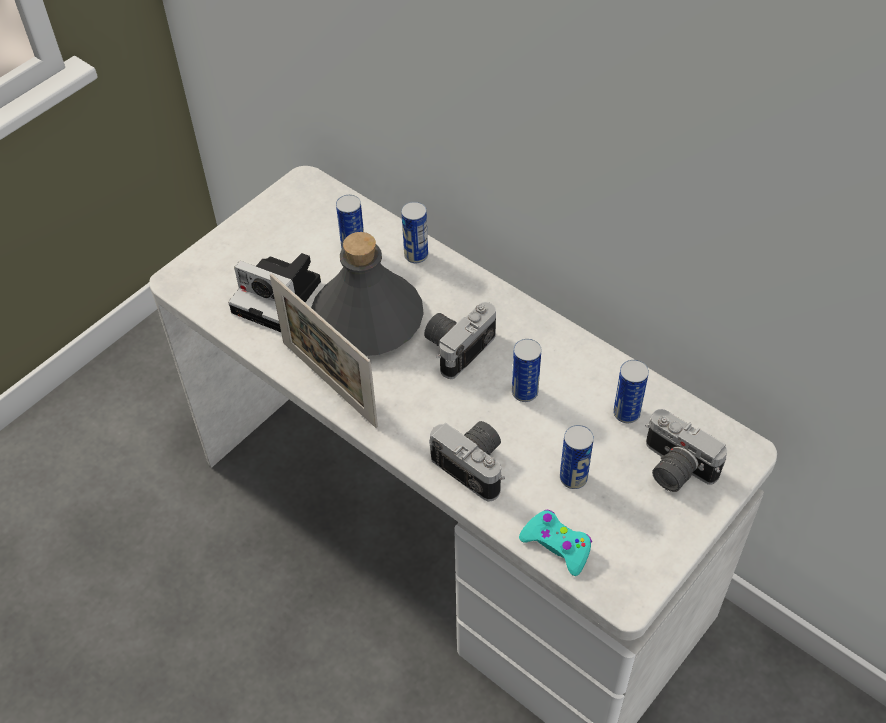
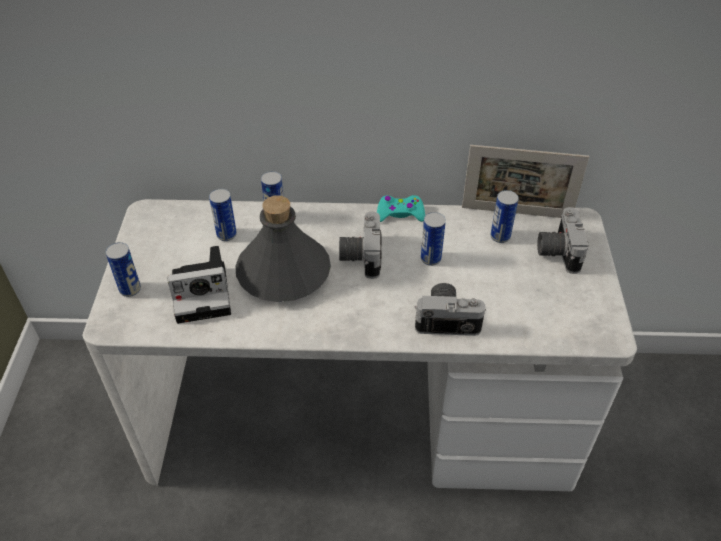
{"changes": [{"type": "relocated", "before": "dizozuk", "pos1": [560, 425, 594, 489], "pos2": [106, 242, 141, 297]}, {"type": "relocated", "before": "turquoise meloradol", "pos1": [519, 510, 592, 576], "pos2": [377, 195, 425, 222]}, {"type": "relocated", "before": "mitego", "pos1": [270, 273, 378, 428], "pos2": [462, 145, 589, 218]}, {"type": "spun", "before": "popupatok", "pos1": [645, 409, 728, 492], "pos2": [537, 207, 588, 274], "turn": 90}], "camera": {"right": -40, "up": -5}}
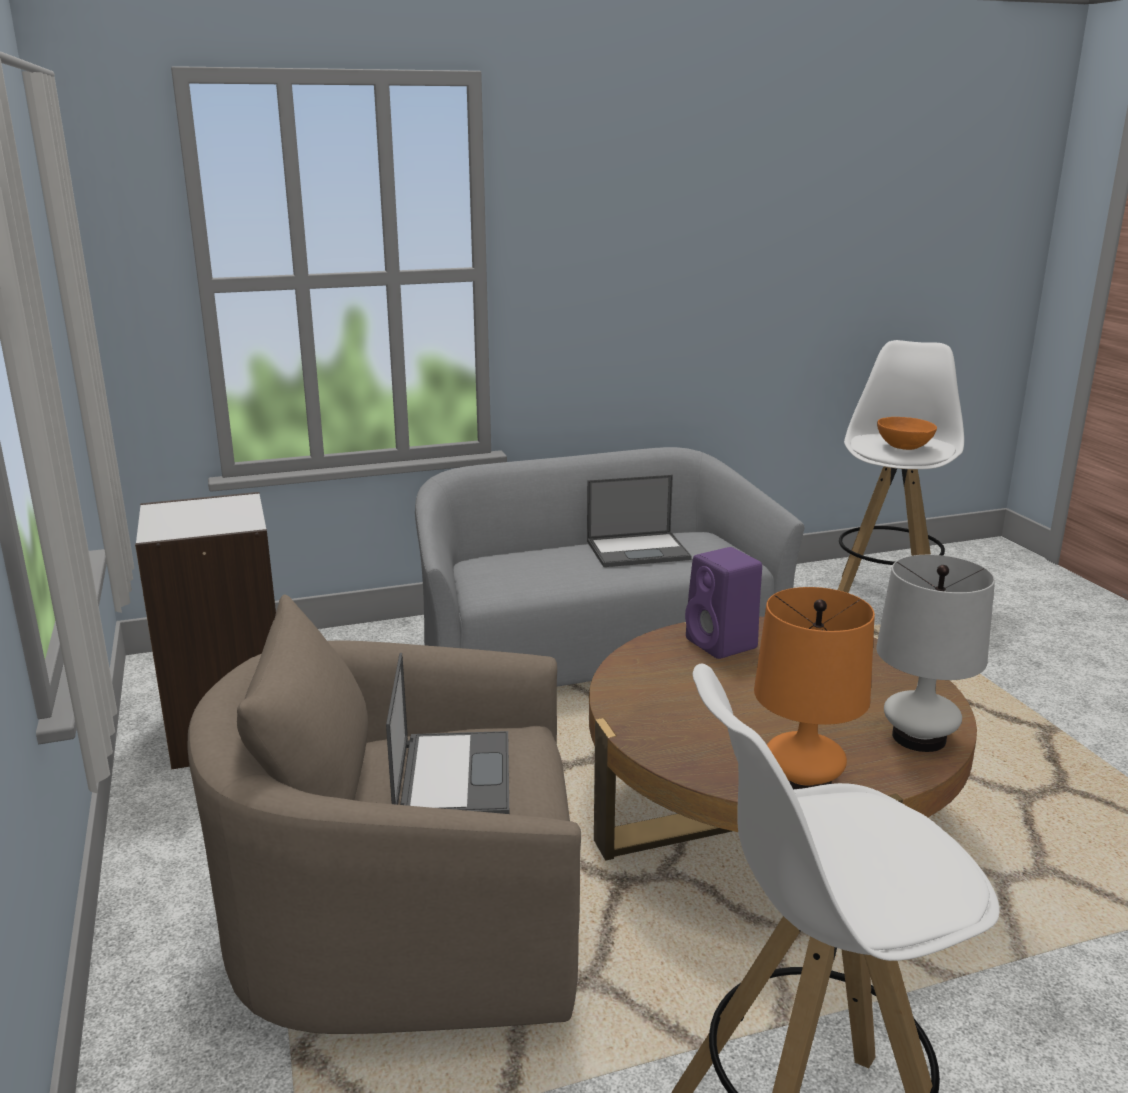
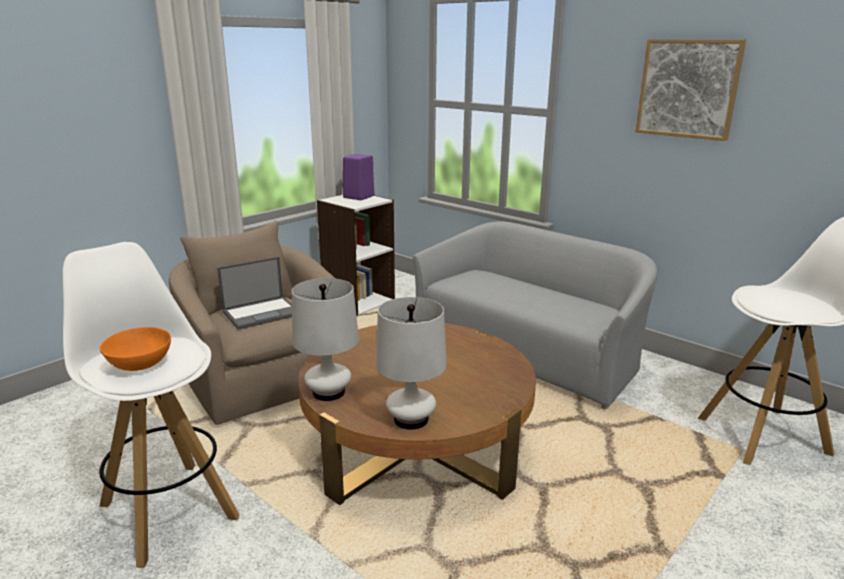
{"changes": [{"type": "relocated", "before": "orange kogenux", "pos1": [877, 417, 937, 450], "pos2": [100, 327, 171, 371]}, {"type": "colour", "before": "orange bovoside", "after": "white bovoside", "pos1": [754, 587, 875, 789], "pos2": [292, 278, 359, 401]}, {"type": "relocated", "before": "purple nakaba", "pos1": [685, 547, 762, 659], "pos2": [342, 154, 374, 200]}, {"type": "appeared", "after": "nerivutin", "pos2": [635, 39, 746, 141]}, {"type": "missing", "before": "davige", "pos1": [587, 474, 692, 567]}], "camera": {"right": 60, "up": 0}}
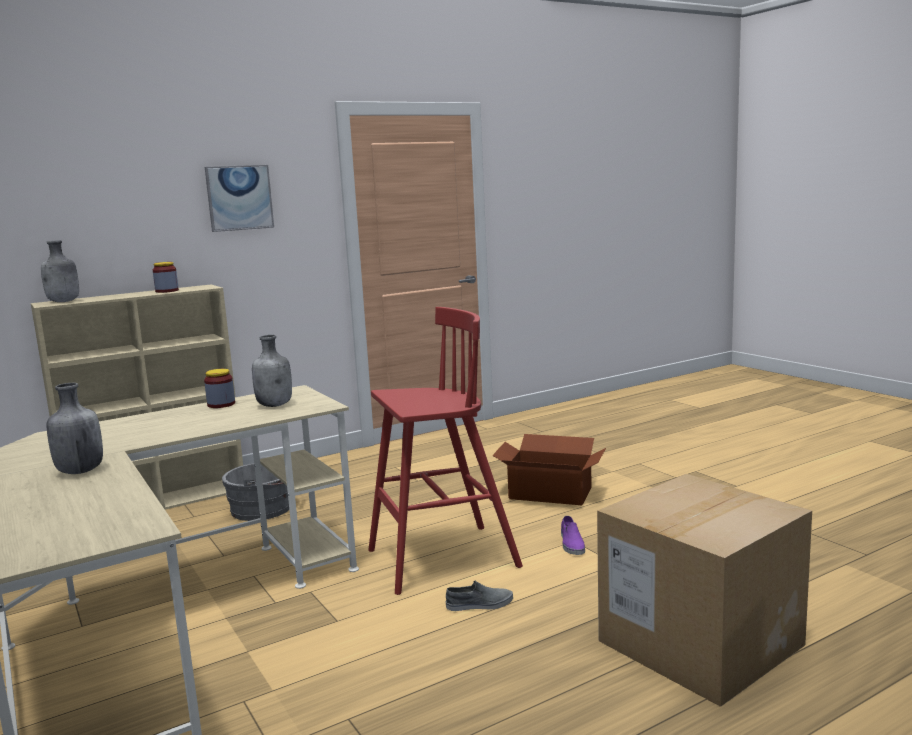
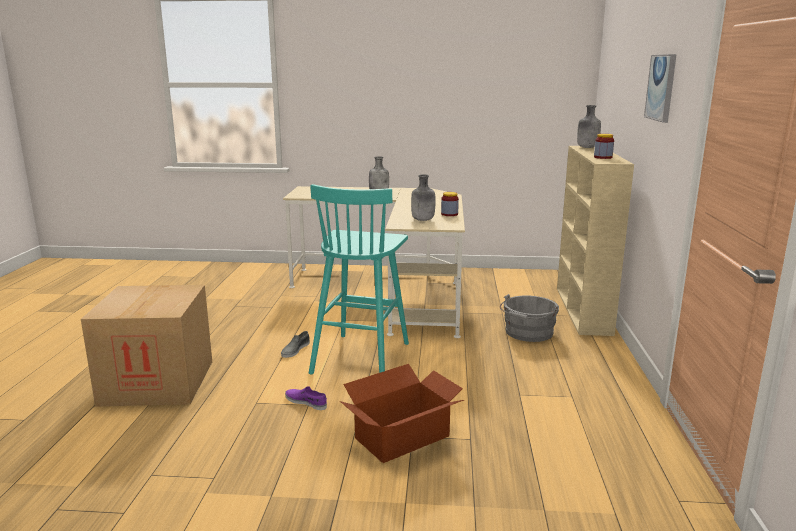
{"changes": [{"type": "colour", "before": "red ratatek", "after": "turquoise ratatek", "pos1": [368, 307, 523, 595], "pos2": [309, 184, 409, 374]}], "camera": {"right": 125, "up": 5}}
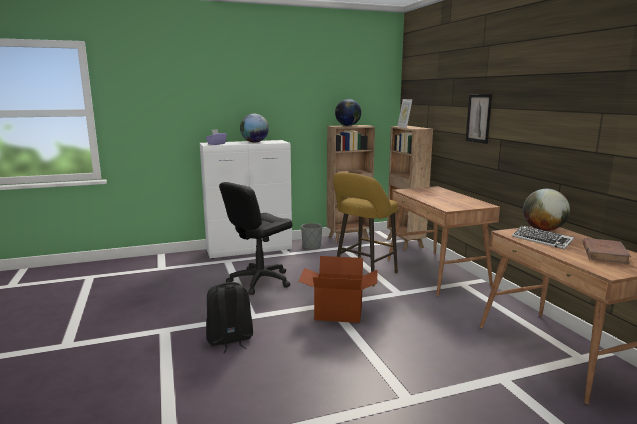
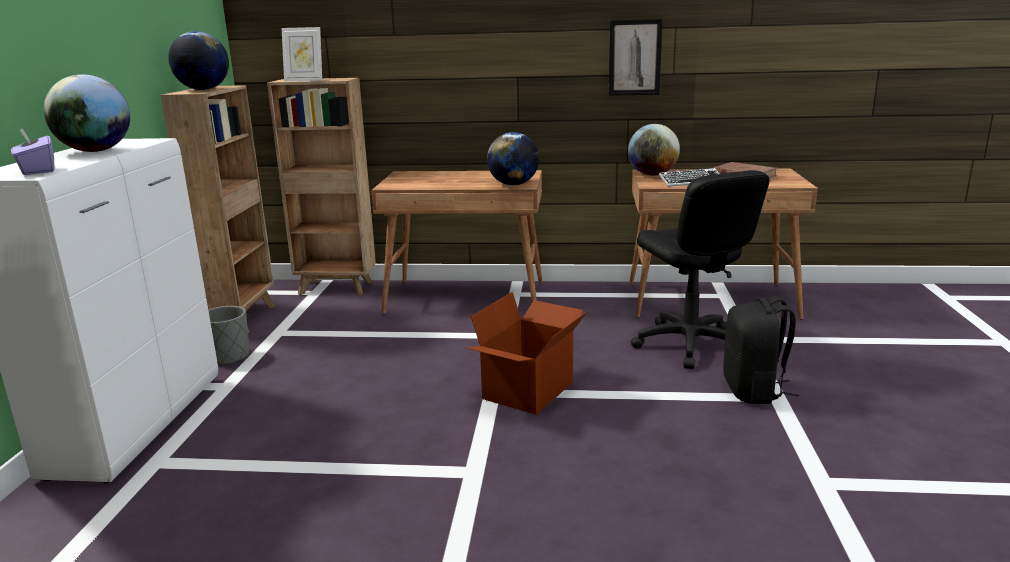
{"changes": [{"type": "appeared", "after": "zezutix", "pos2": [487, 132, 539, 185]}, {"type": "relocated", "before": "nerivutin", "pos1": [466, 94, 492, 144], "pos2": [609, 19, 663, 96]}, {"type": "relocated", "before": "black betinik", "pos1": [219, 182, 293, 295], "pos2": [631, 170, 770, 369]}, {"type": "relocated", "before": "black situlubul", "pos1": [206, 282, 253, 354], "pos2": [723, 296, 799, 404]}, {"type": "missing", "before": "yellow ratatek", "pos1": [333, 172, 398, 287]}], "camera": {"right": -65, "up": 5}}
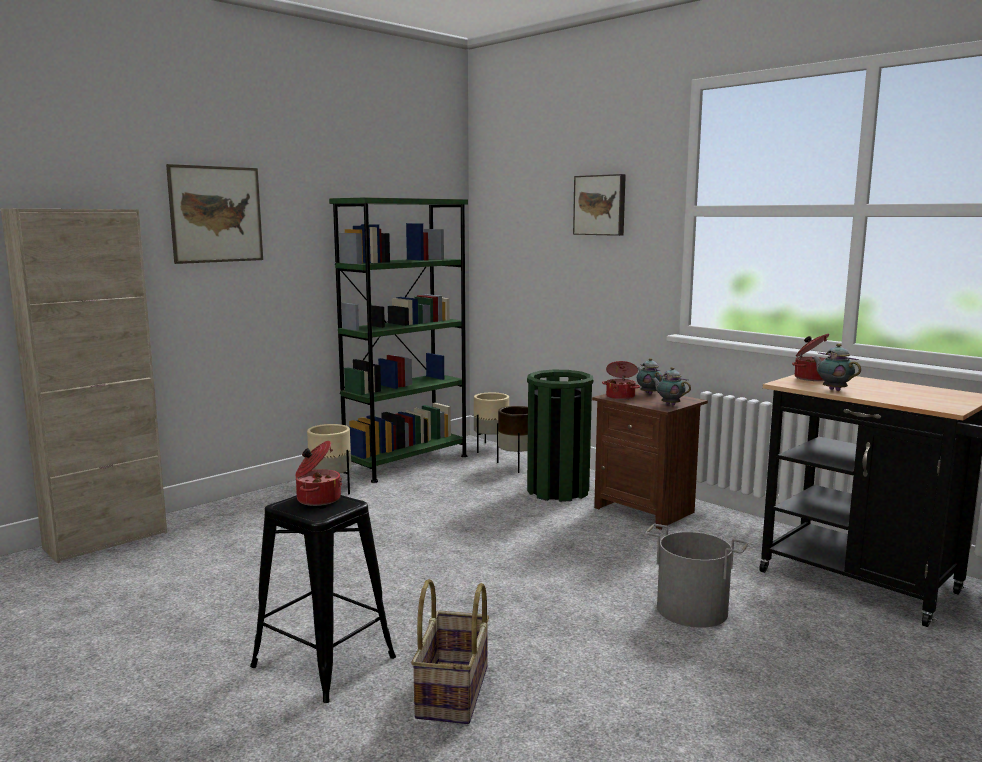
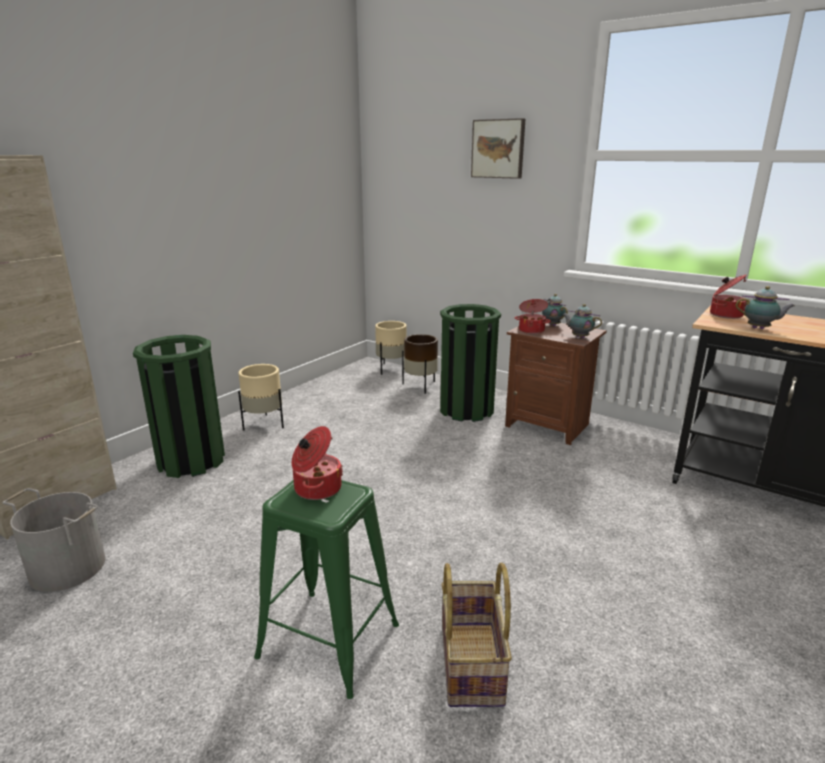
{"changes": [{"type": "relocated", "before": "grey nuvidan", "pos1": [645, 524, 748, 628], "pos2": [2, 488, 105, 592]}, {"type": "appeared", "after": "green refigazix", "pos2": [133, 335, 225, 478]}, {"type": "colour", "before": "black ratatek", "after": "green ratatek", "pos1": [250, 495, 396, 703], "pos2": [254, 479, 399, 699]}, {"type": "spun", "before": "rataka", "pos1": [812, 343, 861, 391], "pos2": [736, 286, 795, 329], "turn": 150}, {"type": "missing", "before": "nerivutin", "pos1": [166, 164, 263, 264]}, {"type": "missing", "before": "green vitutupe", "pos1": [329, 197, 468, 483]}], "camera": {"right": -10, "up": 10}}
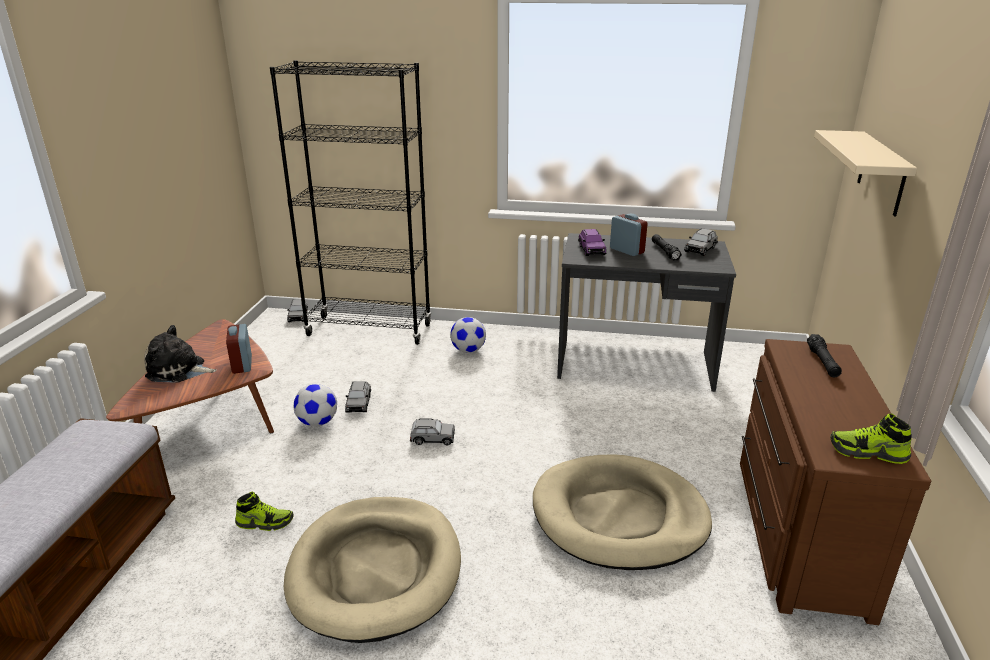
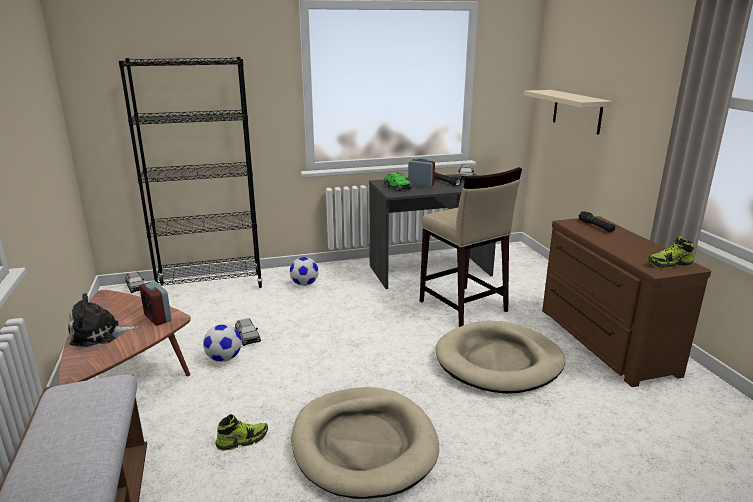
{"changes": [{"type": "colour", "before": "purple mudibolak", "after": "green mudibolak", "pos1": [578, 229, 606, 256], "pos2": [384, 172, 412, 191]}, {"type": "appeared", "after": "beige ratatek", "pos2": [420, 167, 522, 327]}, {"type": "missing", "before": "grey mudibolak", "pos1": [410, 418, 455, 445]}], "camera": {"right": -25, "up": -5}}
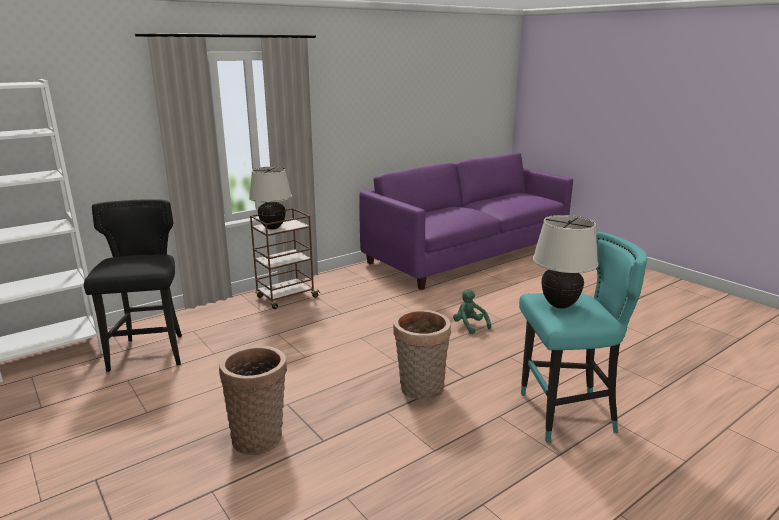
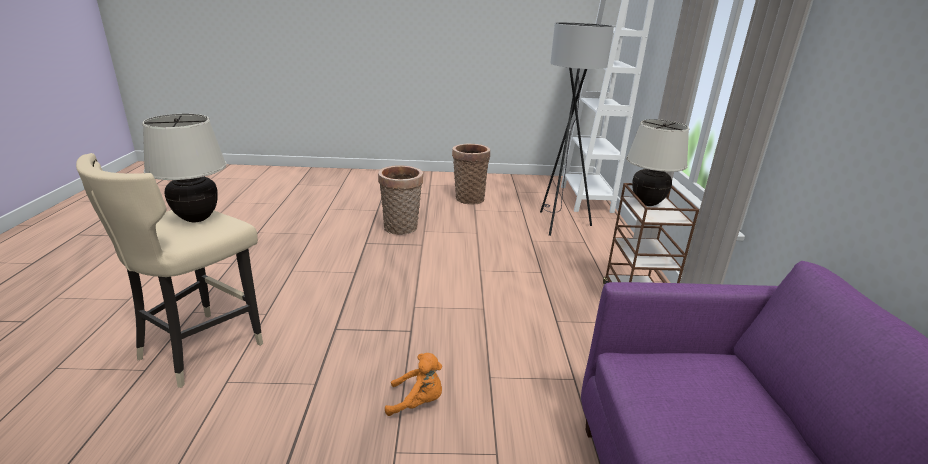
{"changes": [{"type": "colour", "before": "turquoise ratatek", "after": "beige ratatek", "pos1": [519, 232, 647, 443], "pos2": [76, 153, 263, 388]}, {"type": "colour", "before": "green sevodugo", "after": "orange sevodugo", "pos1": [453, 289, 491, 334], "pos2": [385, 353, 442, 416]}, {"type": "relocated", "before": "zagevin", "pos1": [393, 310, 451, 400], "pos2": [452, 144, 490, 205]}, {"type": "exchanged", "before": "black ratatek", "after": "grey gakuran", "pos1": [84, 199, 182, 372], "pos2": [540, 22, 614, 236]}], "camera": {"right": 125, "up": 5}}
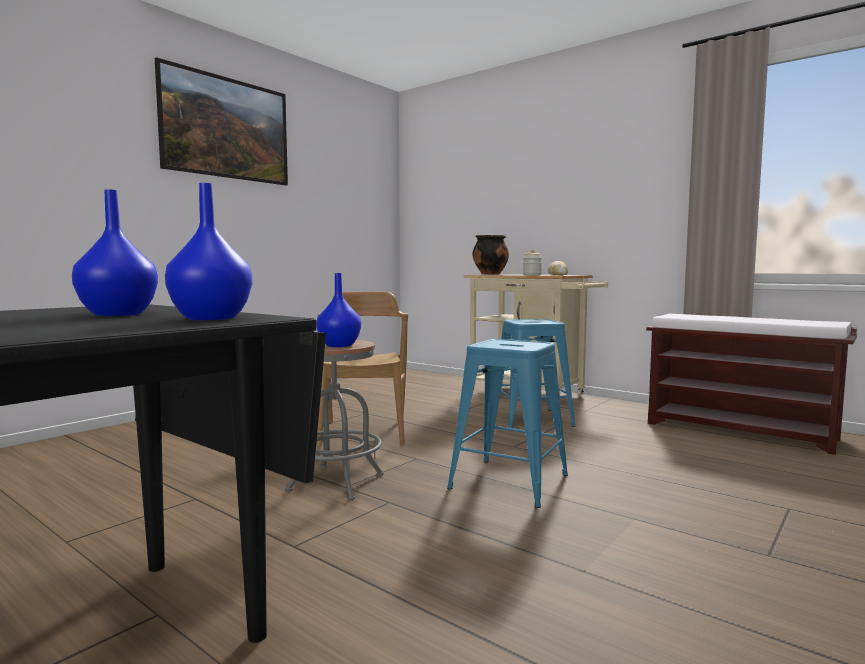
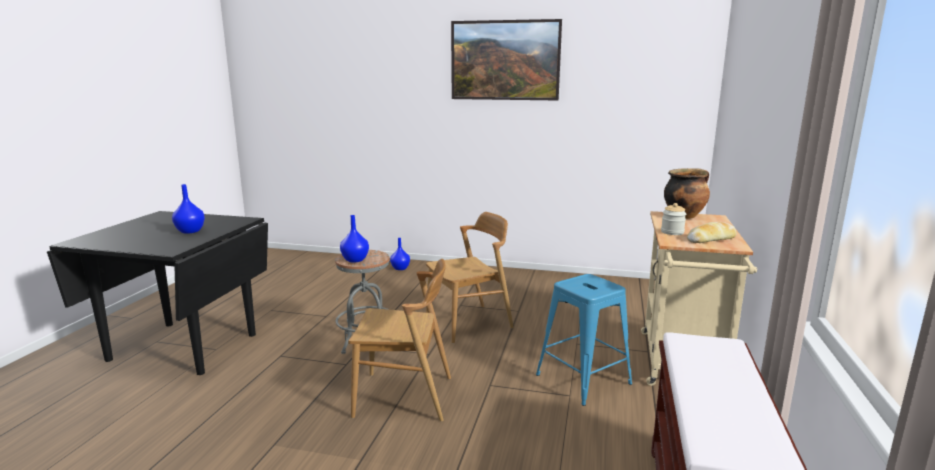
{"changes": [{"type": "exchanged", "before": "blue ratatek", "after": "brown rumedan", "pos1": [447, 339, 568, 508], "pos2": [348, 259, 451, 421]}, {"type": "relocated", "before": "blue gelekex", "pos1": [165, 183, 252, 320], "pos2": [390, 238, 410, 270]}], "camera": {"right": 65, "up": 10}}
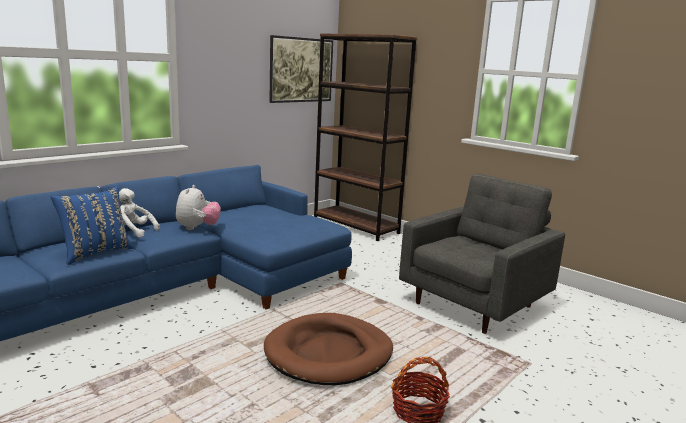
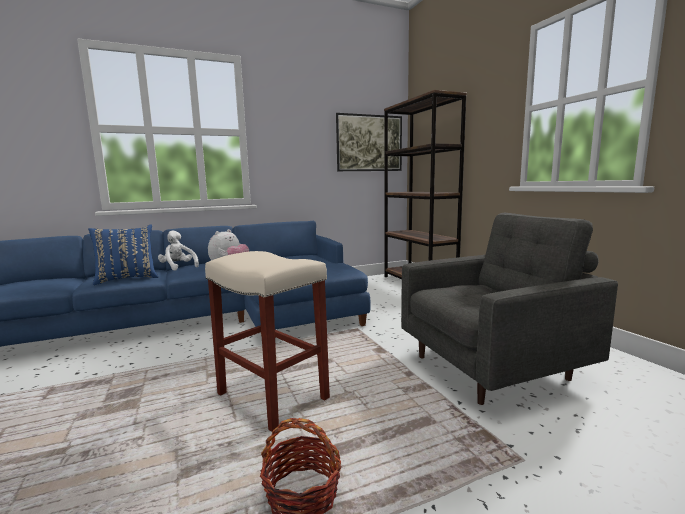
{"changes": [{"type": "exchanged", "before": "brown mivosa", "after": "beige ratatek", "pos1": [264, 313, 393, 385], "pos2": [205, 251, 330, 432]}], "camera": {"right": 25, "up": -5}}
